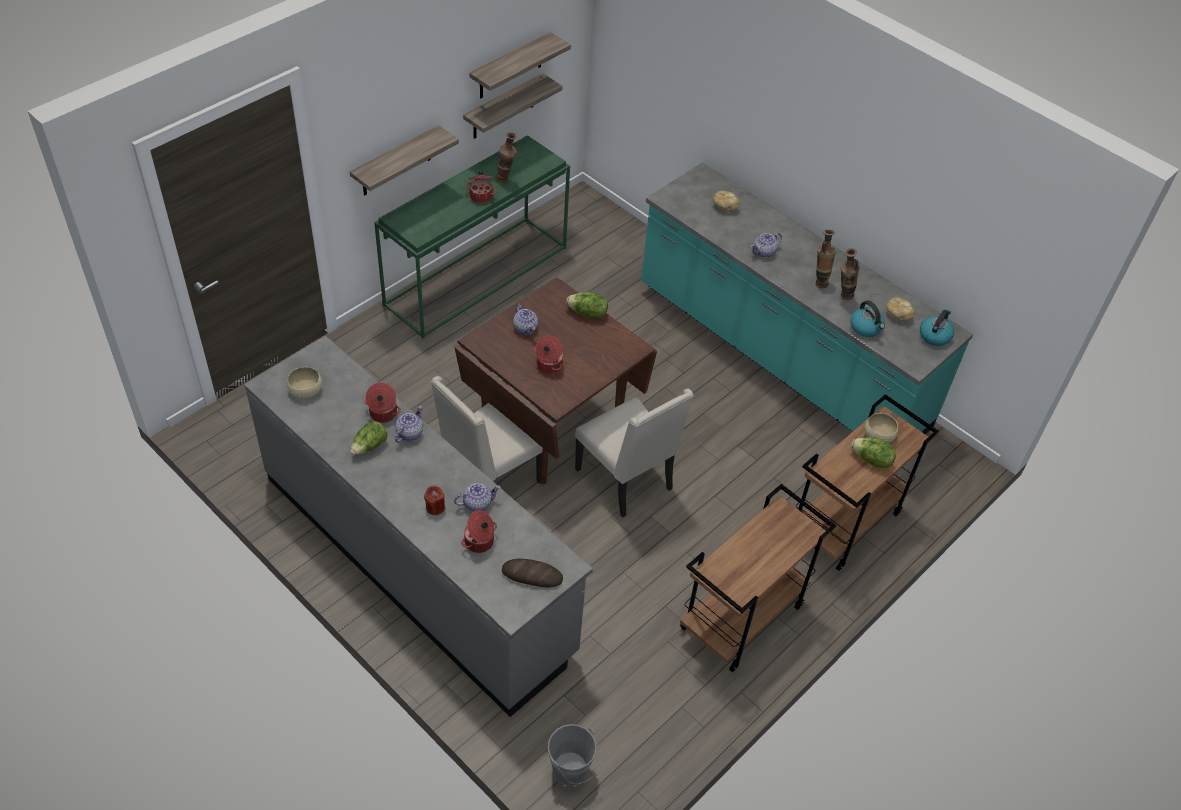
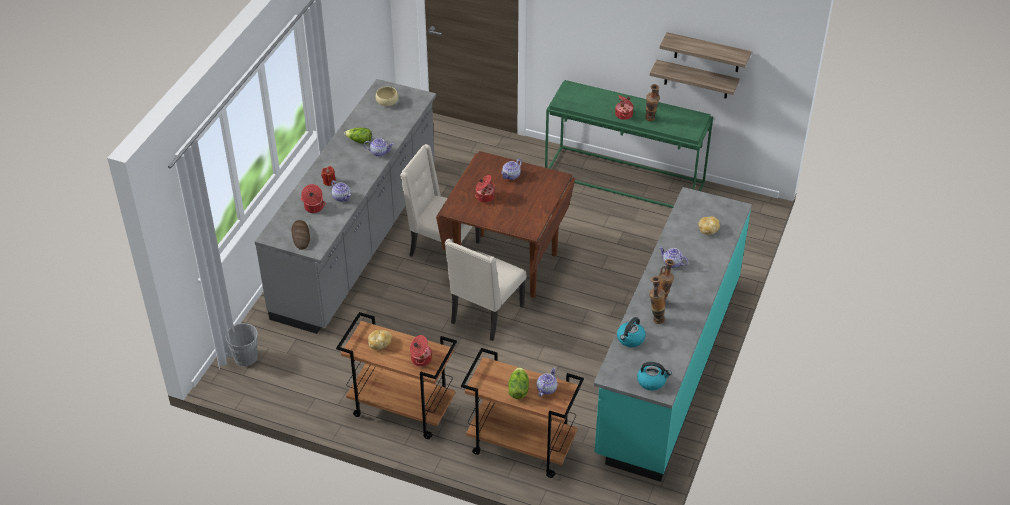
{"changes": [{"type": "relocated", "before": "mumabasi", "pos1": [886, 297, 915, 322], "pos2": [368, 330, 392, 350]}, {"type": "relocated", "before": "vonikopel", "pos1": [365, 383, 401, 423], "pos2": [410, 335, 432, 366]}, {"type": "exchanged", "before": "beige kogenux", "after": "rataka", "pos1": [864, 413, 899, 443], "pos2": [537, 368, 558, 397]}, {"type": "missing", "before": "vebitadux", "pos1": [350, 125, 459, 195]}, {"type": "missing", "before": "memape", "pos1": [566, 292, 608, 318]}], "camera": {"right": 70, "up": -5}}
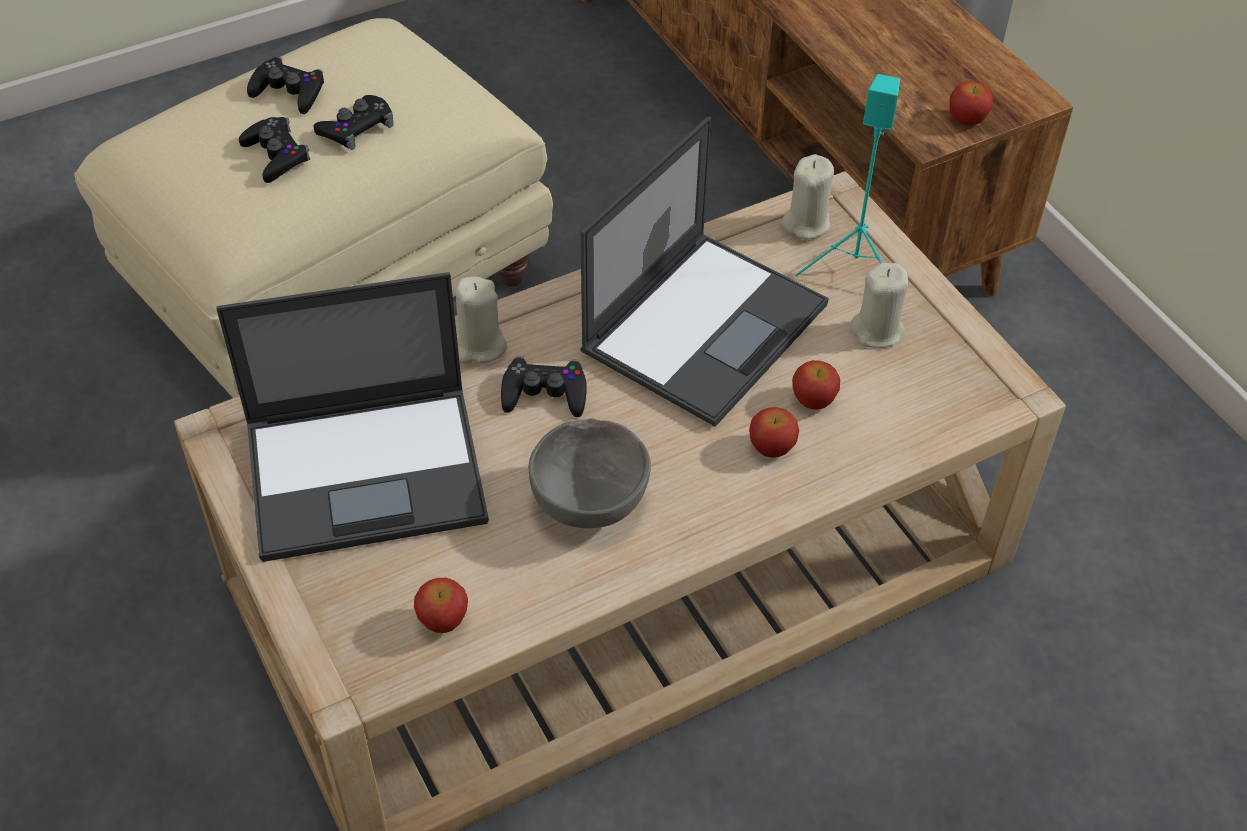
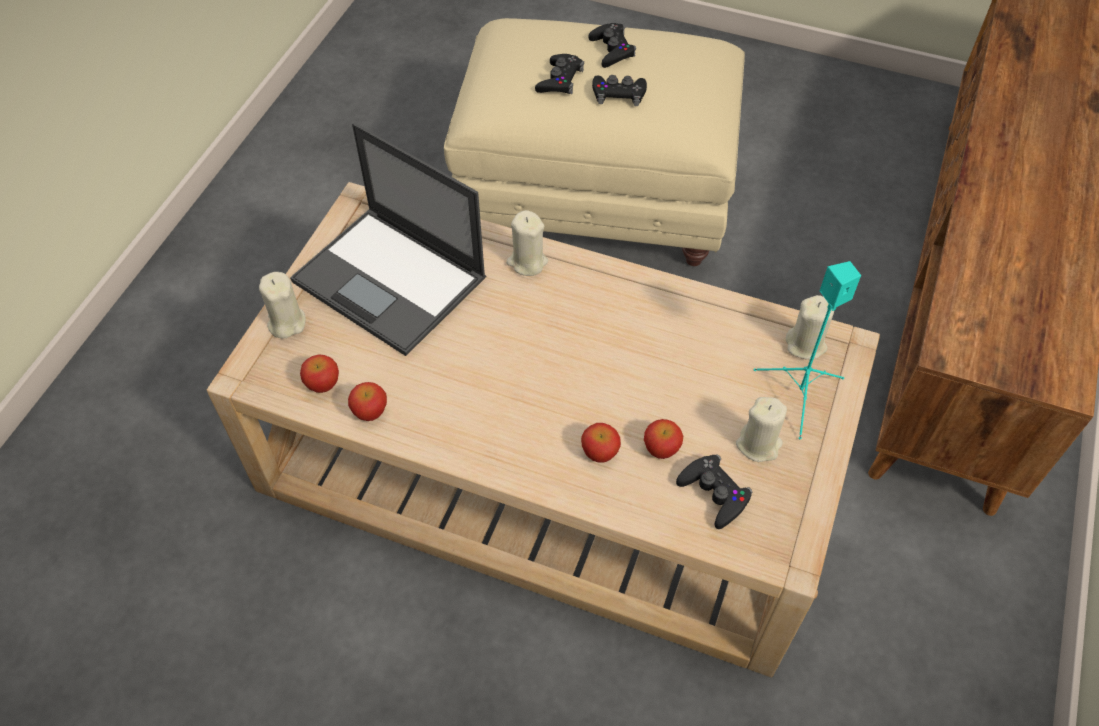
{"changes": [{"type": "appeared", "after": "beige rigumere", "pos2": [259, 272, 306, 338]}, {"type": "relocated", "before": "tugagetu", "pos1": [950, 81, 993, 125], "pos2": [348, 382, 387, 421]}, {"type": "relocated", "before": "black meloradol", "pos1": [501, 356, 587, 417], "pos2": [676, 454, 753, 529]}, {"type": "missing", "before": "grey kogenux", "pos1": [529, 418, 651, 528]}, {"type": "missing", "before": "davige", "pos1": [580, 117, 829, 427]}], "camera": {"right": 50, "up": 5}}
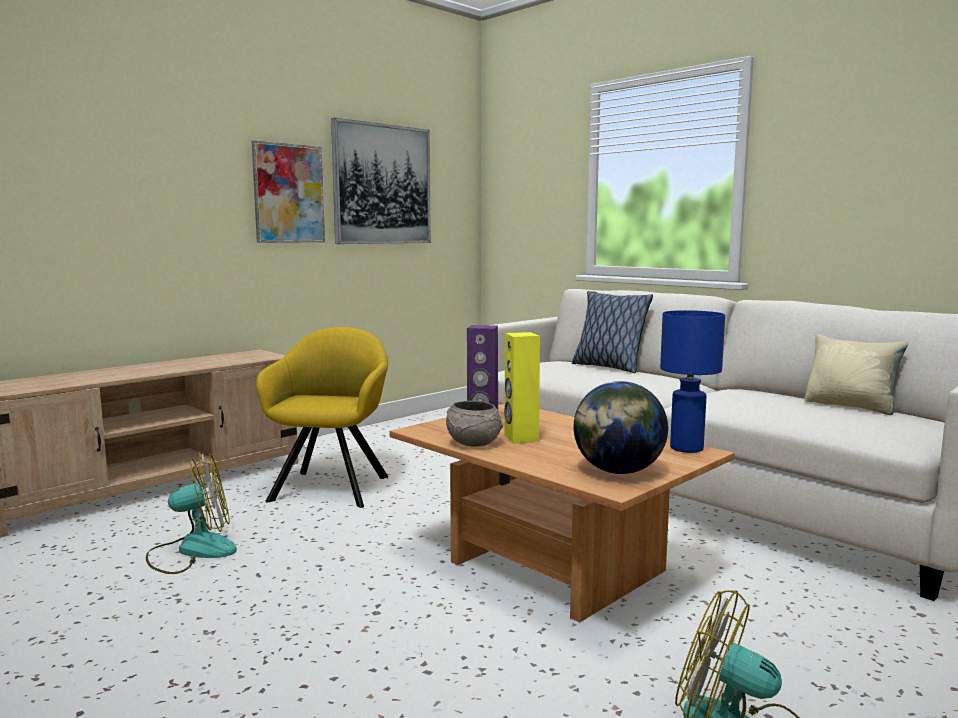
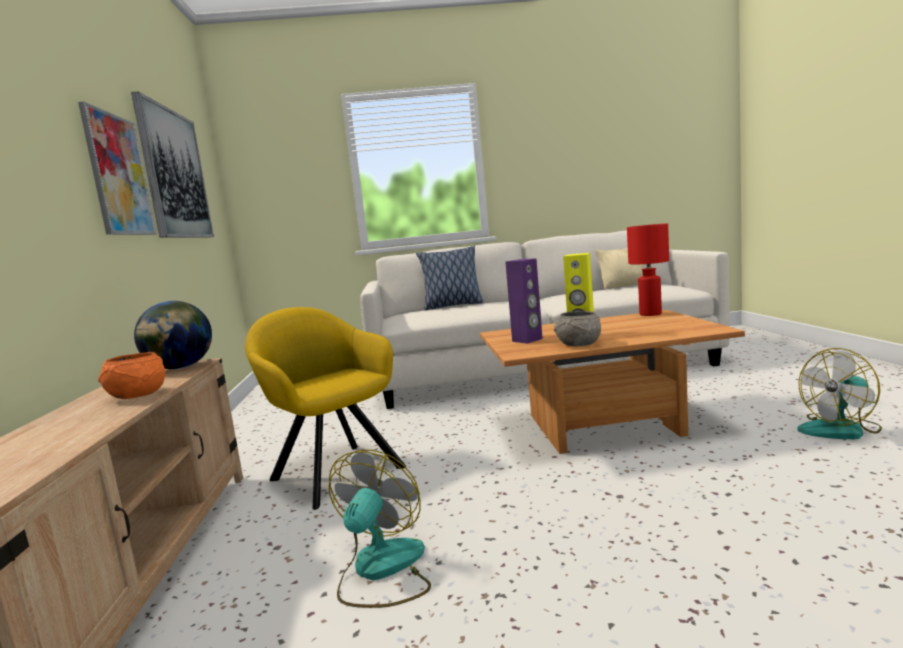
{"changes": [{"type": "appeared", "after": "orange kogenux", "pos2": [98, 352, 165, 399]}, {"type": "relocated", "before": "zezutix", "pos1": [574, 381, 668, 474], "pos2": [134, 301, 212, 369]}, {"type": "colour", "before": "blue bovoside", "after": "red bovoside", "pos1": [660, 310, 725, 453], "pos2": [627, 223, 669, 316]}], "camera": {"right": -50, "up": 0}}
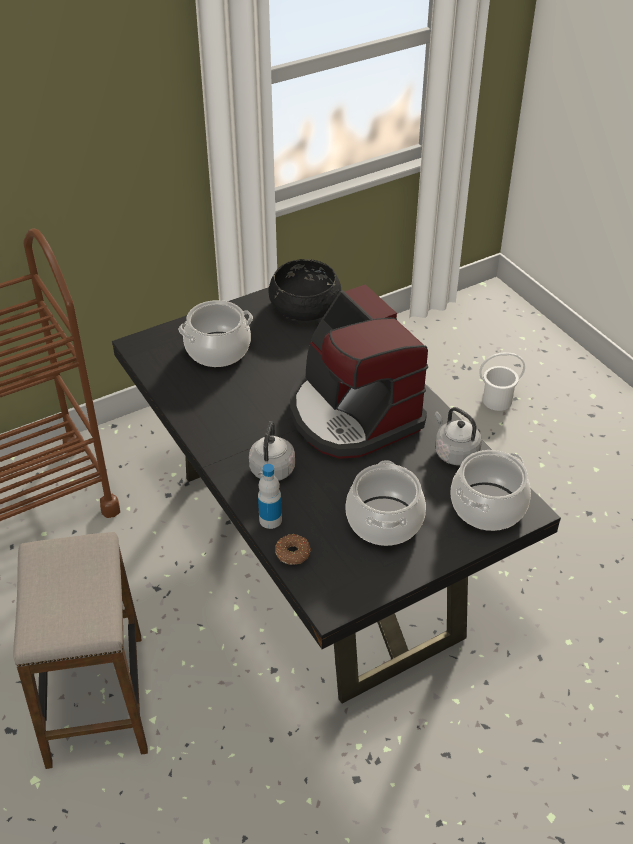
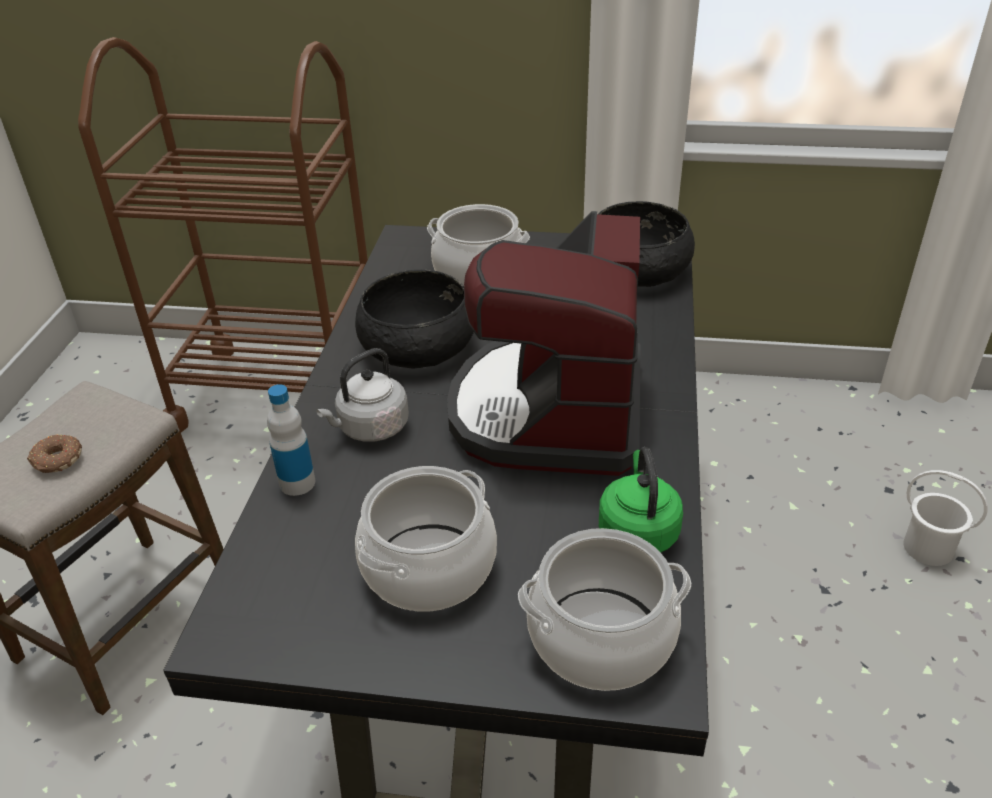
{"changes": [{"type": "relocated", "before": "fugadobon", "pos1": [275, 534, 311, 565], "pos2": [27, 434, 82, 473]}, {"type": "appeared", "after": "black kogenux", "pos2": [355, 270, 474, 369]}, {"type": "colour", "before": "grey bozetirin", "after": "green bozetirin", "pos1": [434, 407, 482, 465], "pos2": [599, 447, 683, 553]}], "camera": {"right": 40, "up": -5}}
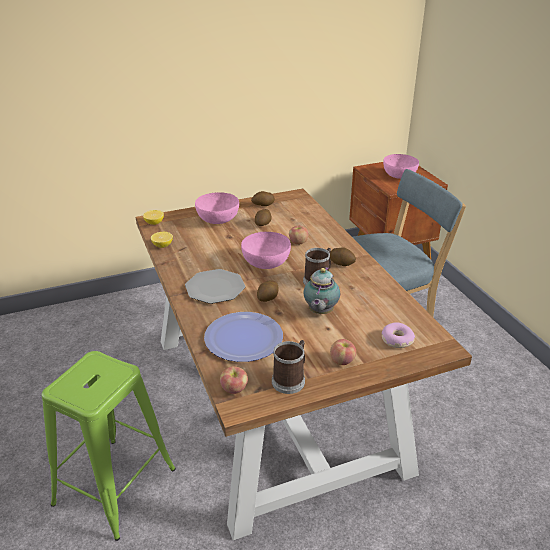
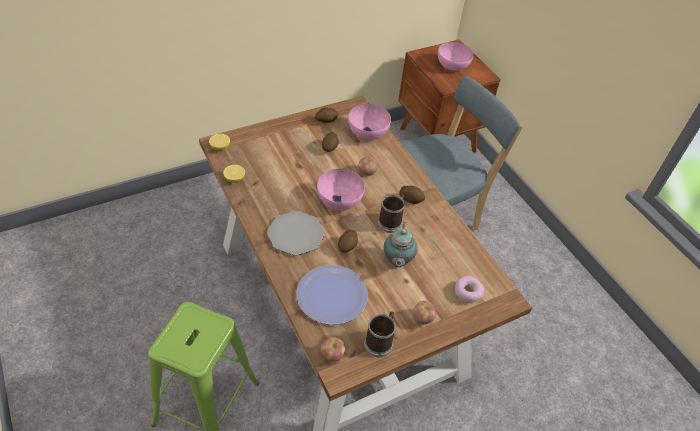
{"changes": [{"type": "relocated", "before": "pink kogenux", "pos1": [195, 192, 239, 224], "pos2": [348, 104, 391, 140]}], "camera": {"right": -10, "up": 15}}
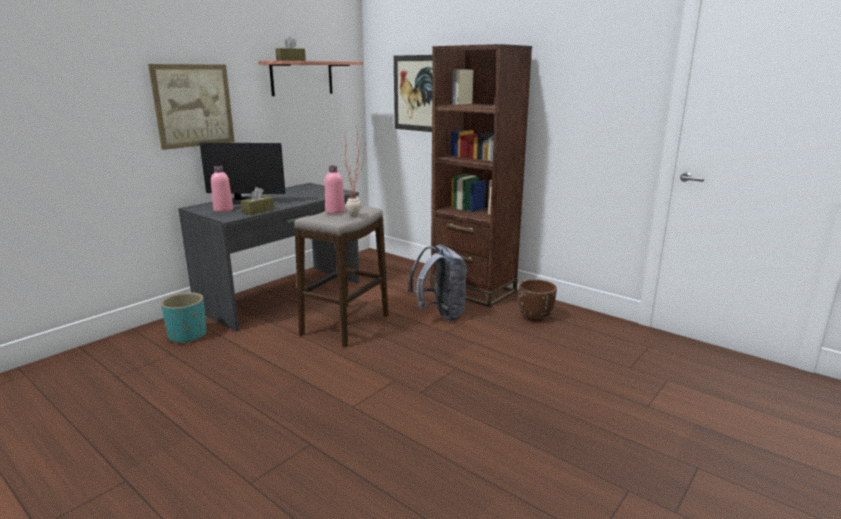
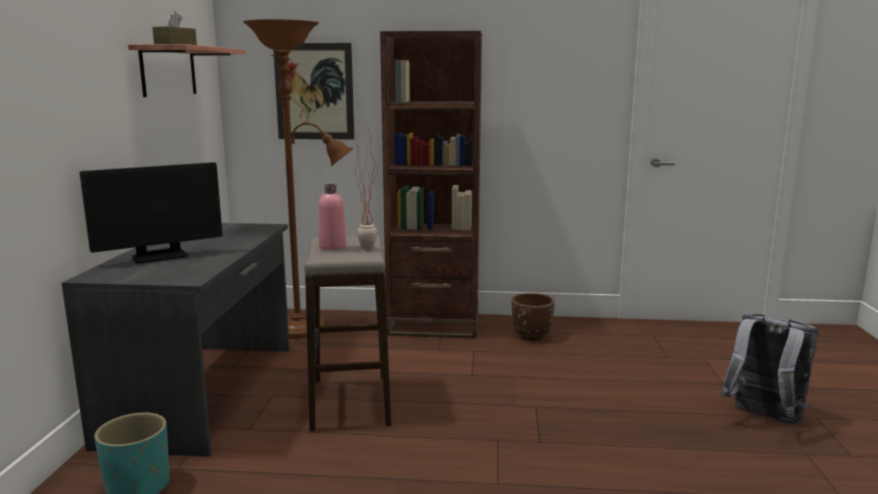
{"changes": [{"type": "appeared", "after": "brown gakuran", "pos2": [243, 19, 353, 339]}, {"type": "relocated", "before": "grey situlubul", "pos1": [409, 244, 468, 321], "pos2": [721, 314, 819, 424]}, {"type": "missing", "before": "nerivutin", "pos1": [148, 64, 235, 150]}, {"type": "missing", "before": "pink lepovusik", "pos1": [211, 166, 233, 212]}, {"type": "missing", "before": "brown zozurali", "pos1": [240, 187, 274, 215]}], "camera": {"right": -35, "up": -5}}
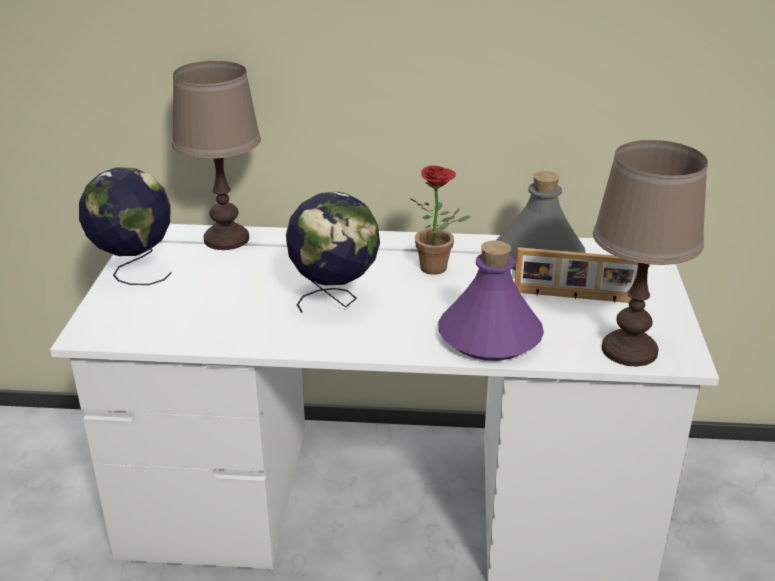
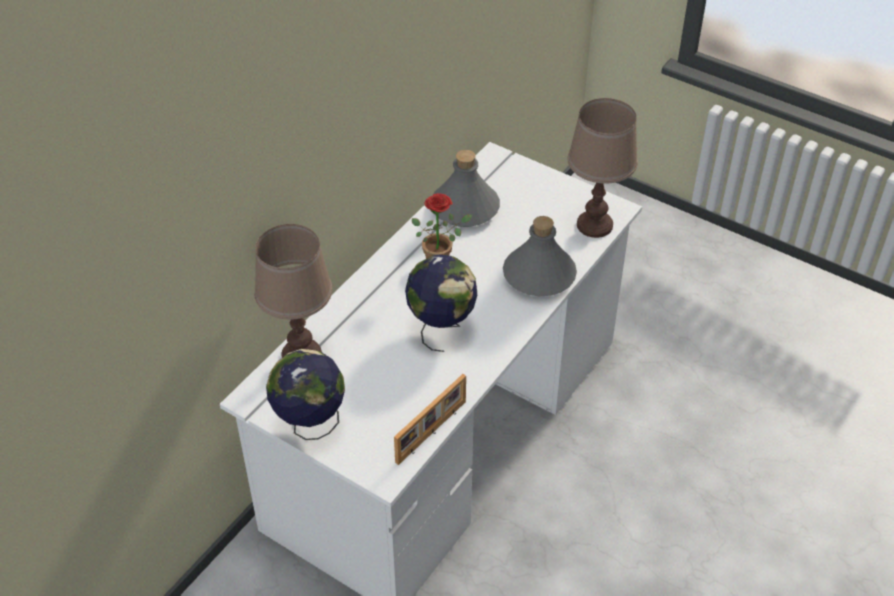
{"changes": [{"type": "relocated", "before": "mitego", "pos1": [515, 247, 638, 303], "pos2": [394, 374, 466, 465]}, {"type": "colour", "before": "purple lepovusik", "after": "grey lepovusik", "pos1": [438, 240, 544, 361], "pos2": [503, 216, 577, 296]}], "camera": {"right": -60, "up": 15}}
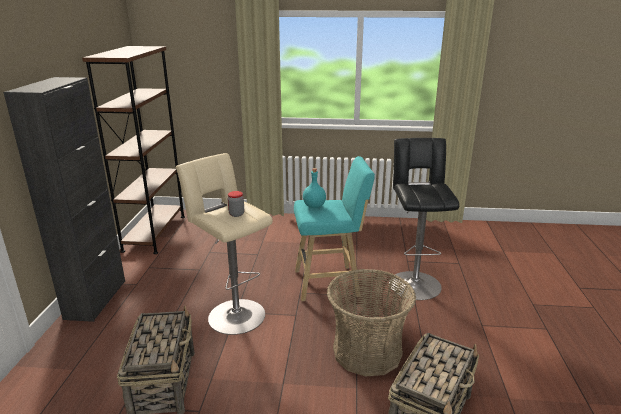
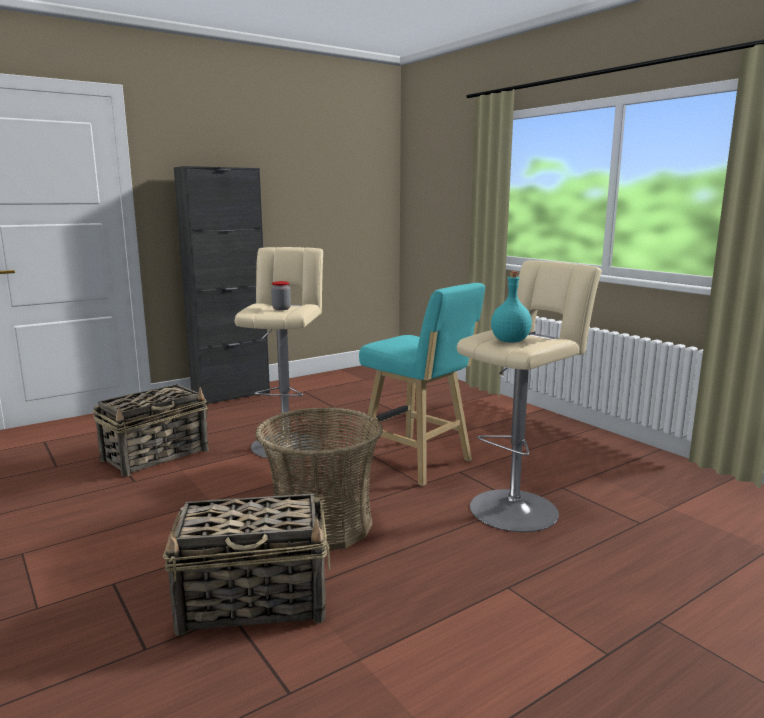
{"changes": [{"type": "colour", "before": "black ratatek", "after": "beige ratatek", "pos1": [389, 138, 459, 300], "pos2": [457, 261, 602, 532]}, {"type": "relocated", "before": "turquoise lepovusik", "pos1": [303, 168, 326, 208], "pos2": [491, 271, 532, 343]}, {"type": "missing", "before": "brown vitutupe", "pos1": [82, 46, 185, 254]}], "camera": {"right": 50, "up": -10}}
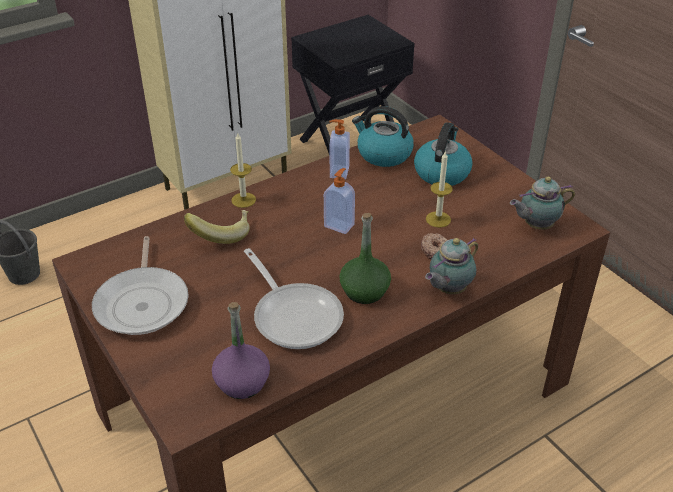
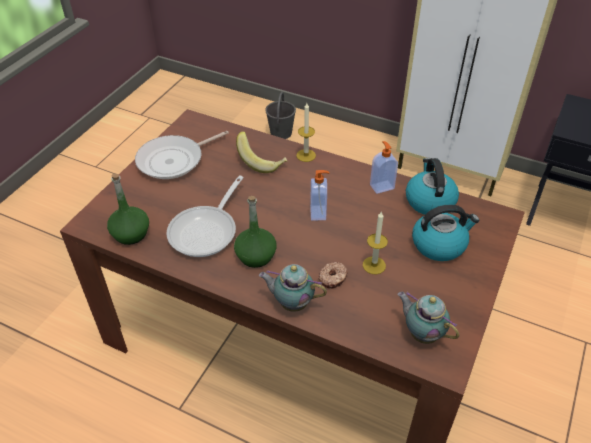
{"changes": [{"type": "colour", "before": "purple lepovusik", "after": "green lepovusik", "pos1": [212, 302, 270, 399], "pos2": [107, 174, 149, 245]}], "camera": {"right": 60, "up": 5}}
